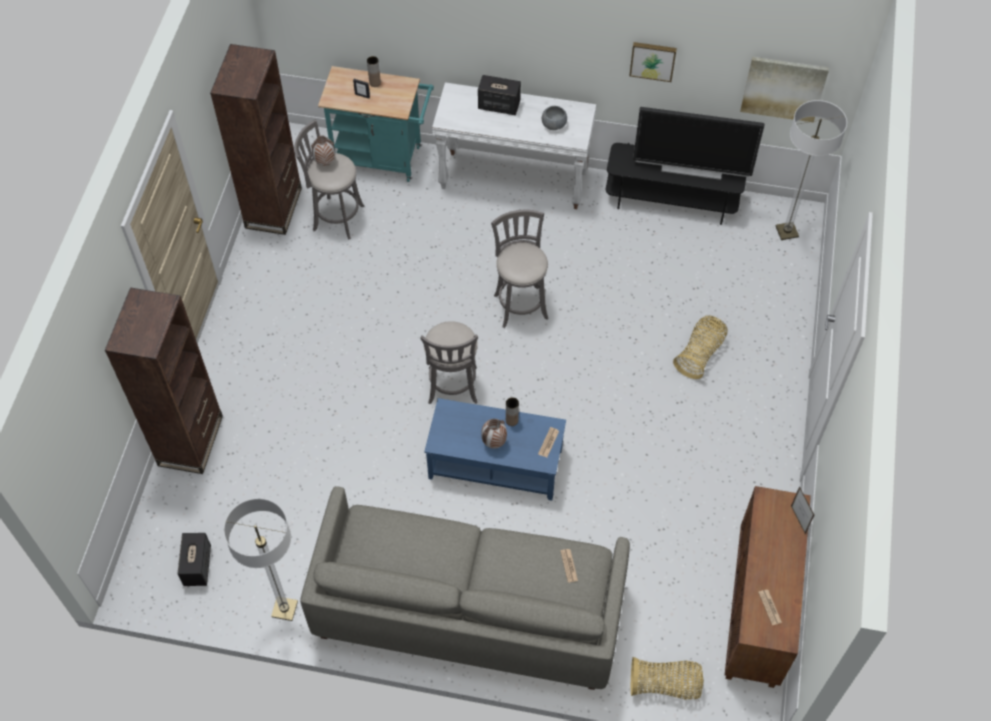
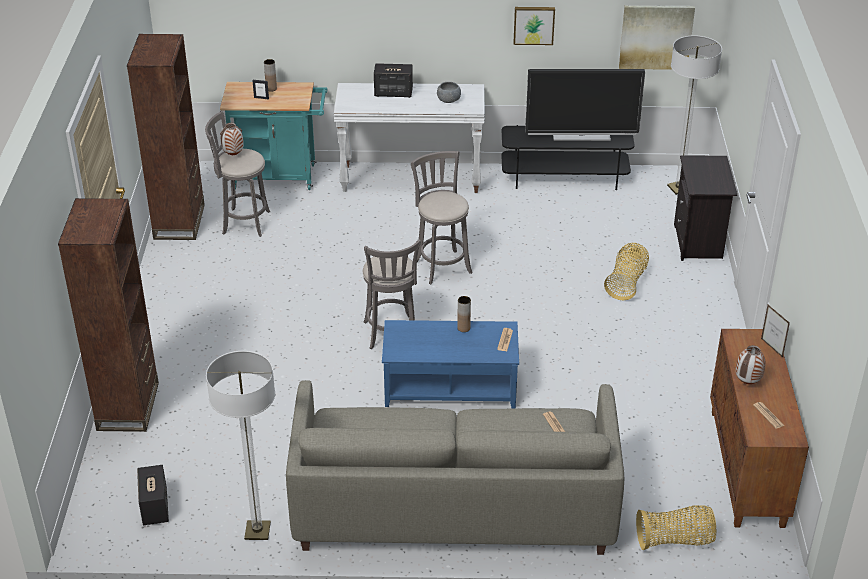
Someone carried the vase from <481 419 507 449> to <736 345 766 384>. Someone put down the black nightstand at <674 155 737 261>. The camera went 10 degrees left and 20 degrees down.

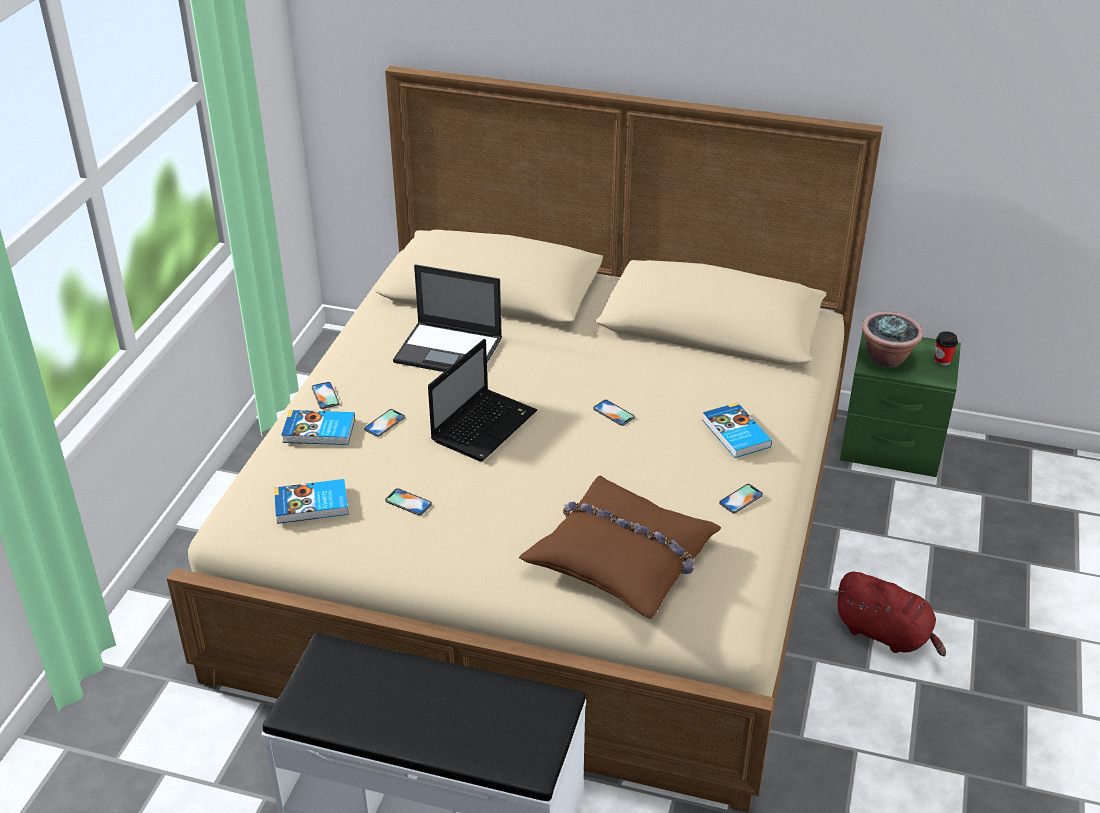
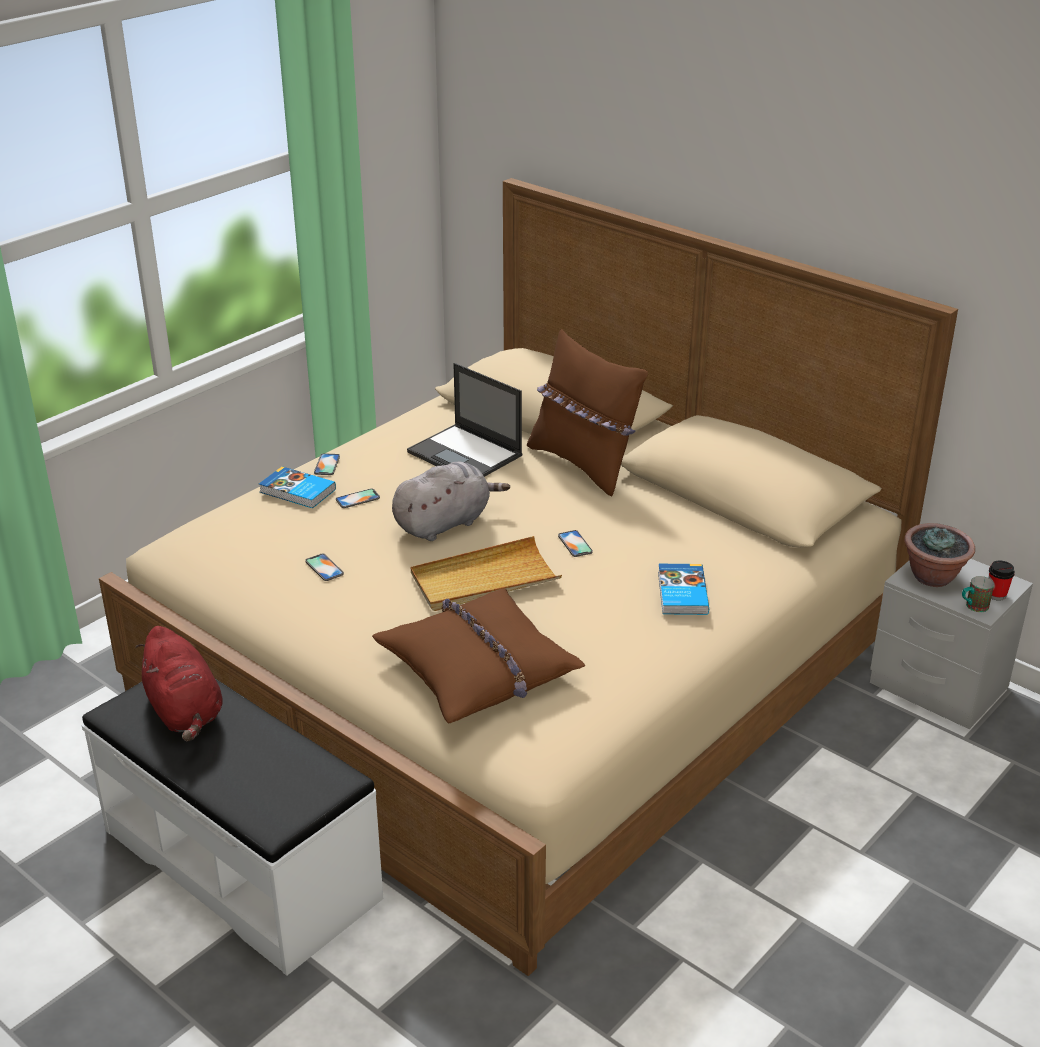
Someone repainted the green nightstand at <840 330 961 477>, which became the grey nightstand at <870 559 1033 729>. Someone swapped the laptop at <428 339 537 461> for the grey plush toy at <392 462 510 541>. Someone took away the book at <274 479 349 524>. Someone took away the phone at <719 484 763 513>. Someone carried the red plush toy from <835 572 946 657> to <135 626 223 742>. Someone put down the brown pillow at <527 329 648 496>. Someone put down the beige tray at <411 536 562 611>. Someone put down the mug at <962 576 994 612>. The camera went 25 degrees right and 5 degrees down.

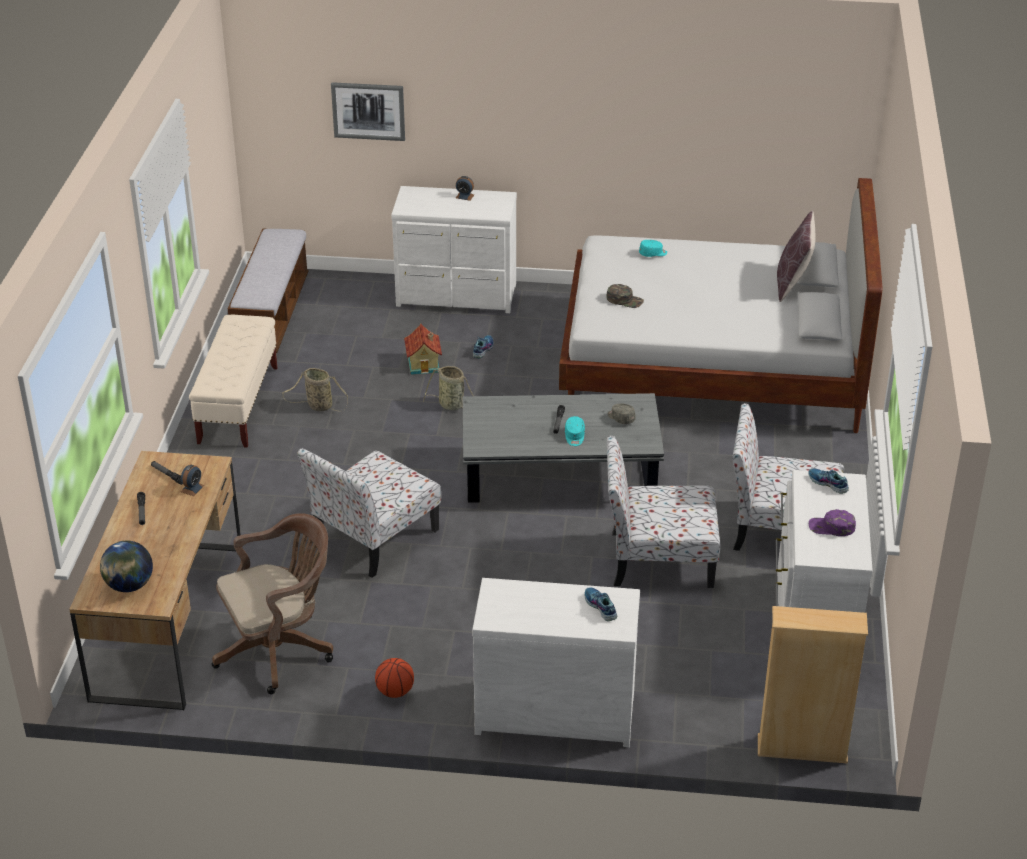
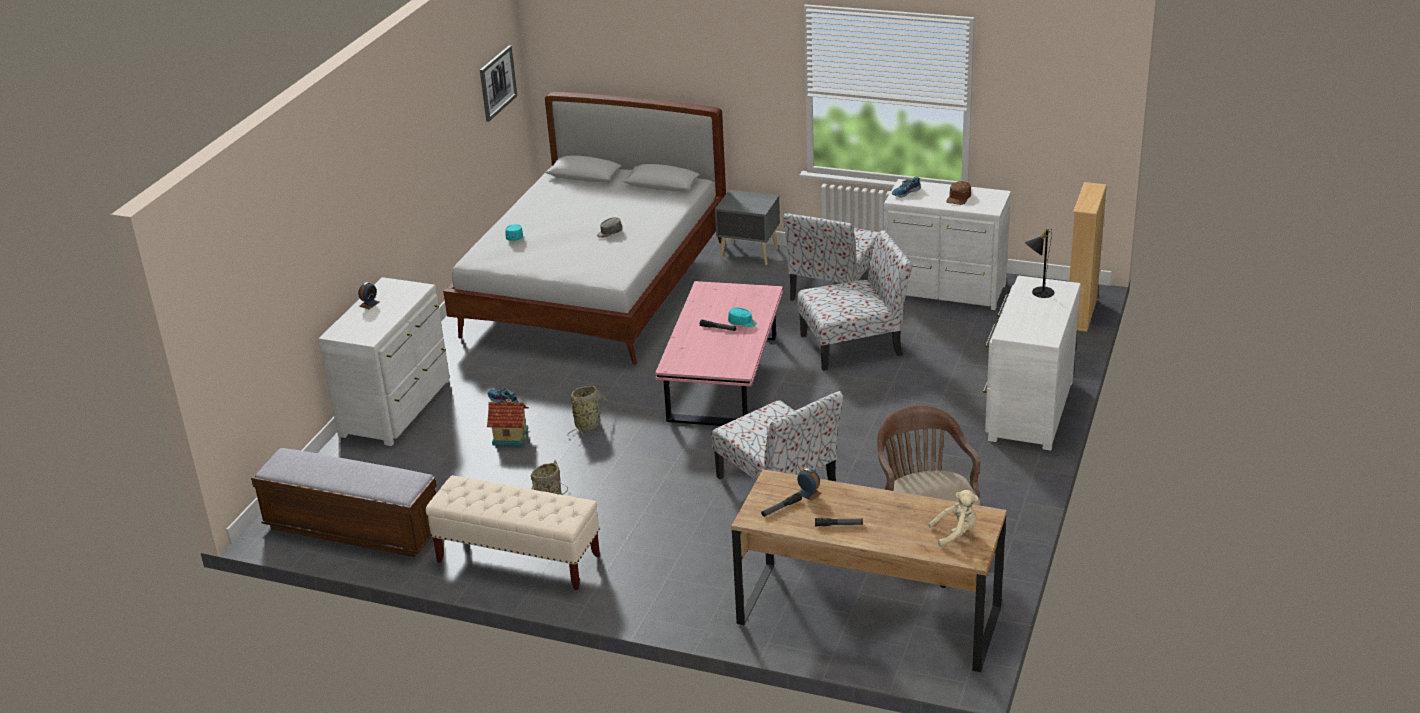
Someone carried the picture from <331 82 405 141> to <480 45 517 122>. Someone took away the brown pillow at <777 211 816 302>. Someone took away the green cap at <606 284 644 308>. Someone repainted the grey coffee table at <463 393 664 503>, which became the pink coffee table at <655 281 783 426>. Someone carried the grey cap from <608 403 636 424> to <597 217 622 238>. Someone rotated the chair at <606 436 720 588> by 120 degrees counterclockwise. Someone repainted the purple cap at <809 509 856 536>, which became the brown cap at <946 181 971 205>. Someone swapped the globe at <100 541 153 592> for the beige plush toy at <928 490 978 547>. Someone swapped the shoe at <584 587 617 621> for the black table lamp at <1025 228 1054 298>. Someone took away the basketball at <375 658 414 698>. Someone put down the grey nightstand at <715 190 780 265>. The camera went 75 degrees left and 5 degrees down.

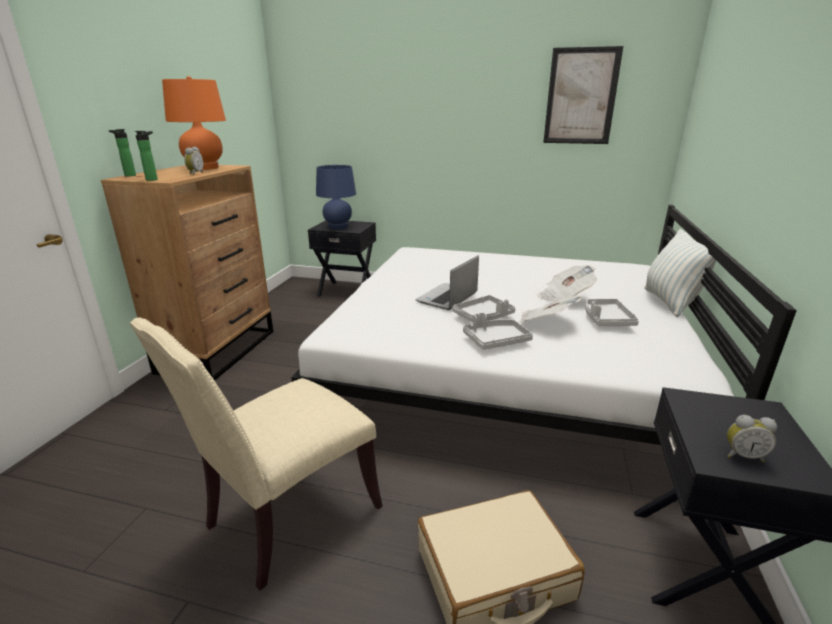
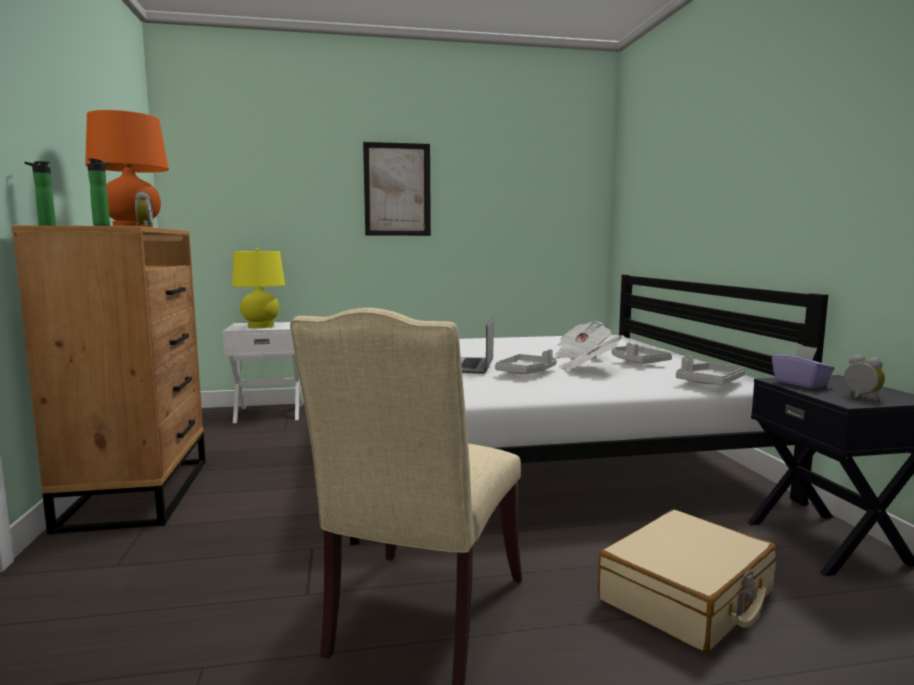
Someone carried the picture from <543 46 623 144> to <363 142 431 236>. Someone repainted the blue table lamp at <316 164 356 229>, which became the yellow table lamp at <232 248 285 328>. Someone repainted the black nightstand at <308 220 376 297>, which became the white nightstand at <223 322 303 423>. Someone took away the pillow at <644 229 716 317>. Someone carried the grey tray from <463 312 533 350> to <676 356 745 385>. Someone rotated the alarm clock at <727 415 777 462> by 105 degrees counterclockwise. Someone put down the purple tissue box at <772 345 835 388>. The camera went 25 degrees left and 15 degrees down.

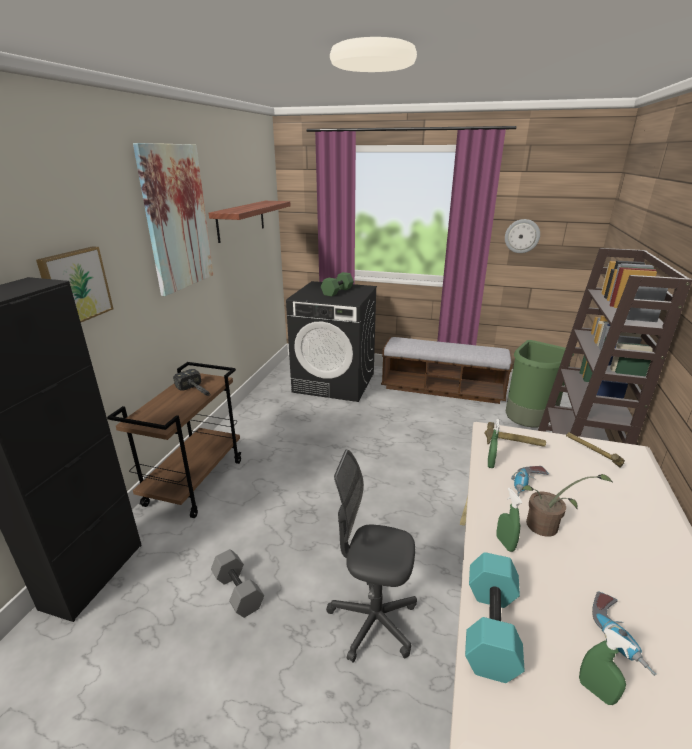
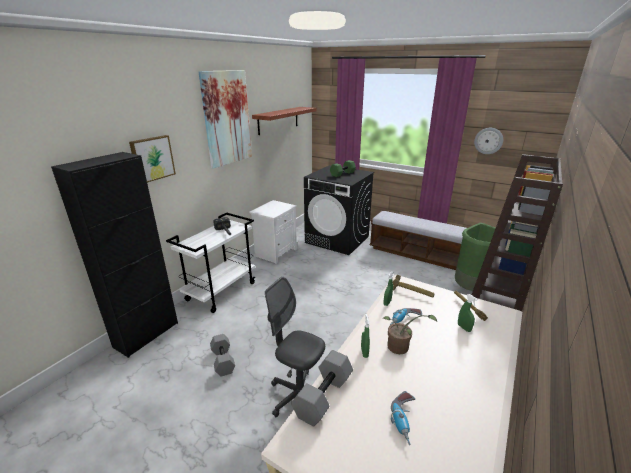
Someone repainted the brown cart at <107 362 242 518>, which became the white cart at <166 213 255 313>. Someone repainted the turquoise dumbbell at <465 552 525 683>, which became the grey dumbbell at <291 350 353 426>. Someone carried the green spray bottle from <579 628 637 705> to <458 294 478 332>. Someone put down the white nightstand at <249 200 297 264>. The camera went 15 degrees right and 0 degrees up.

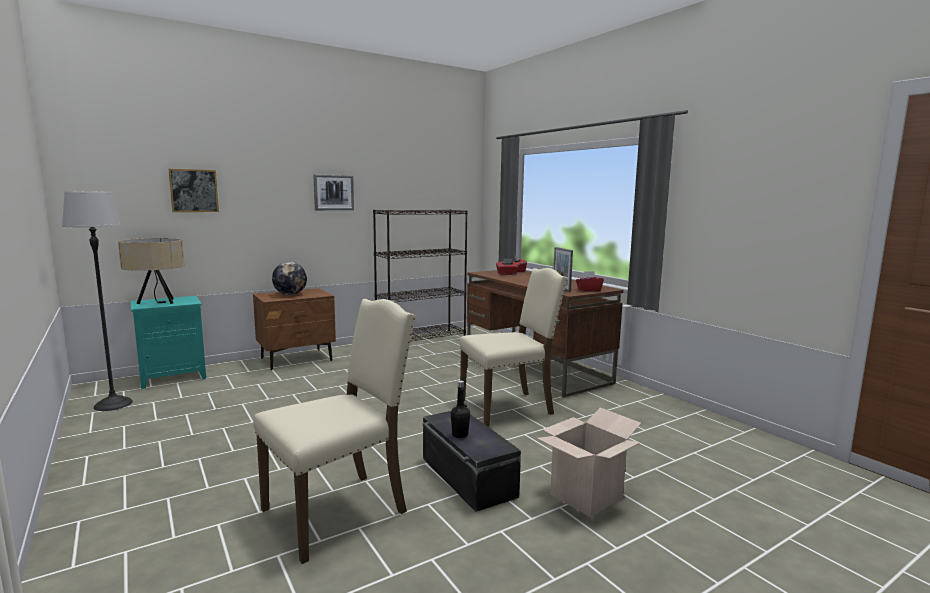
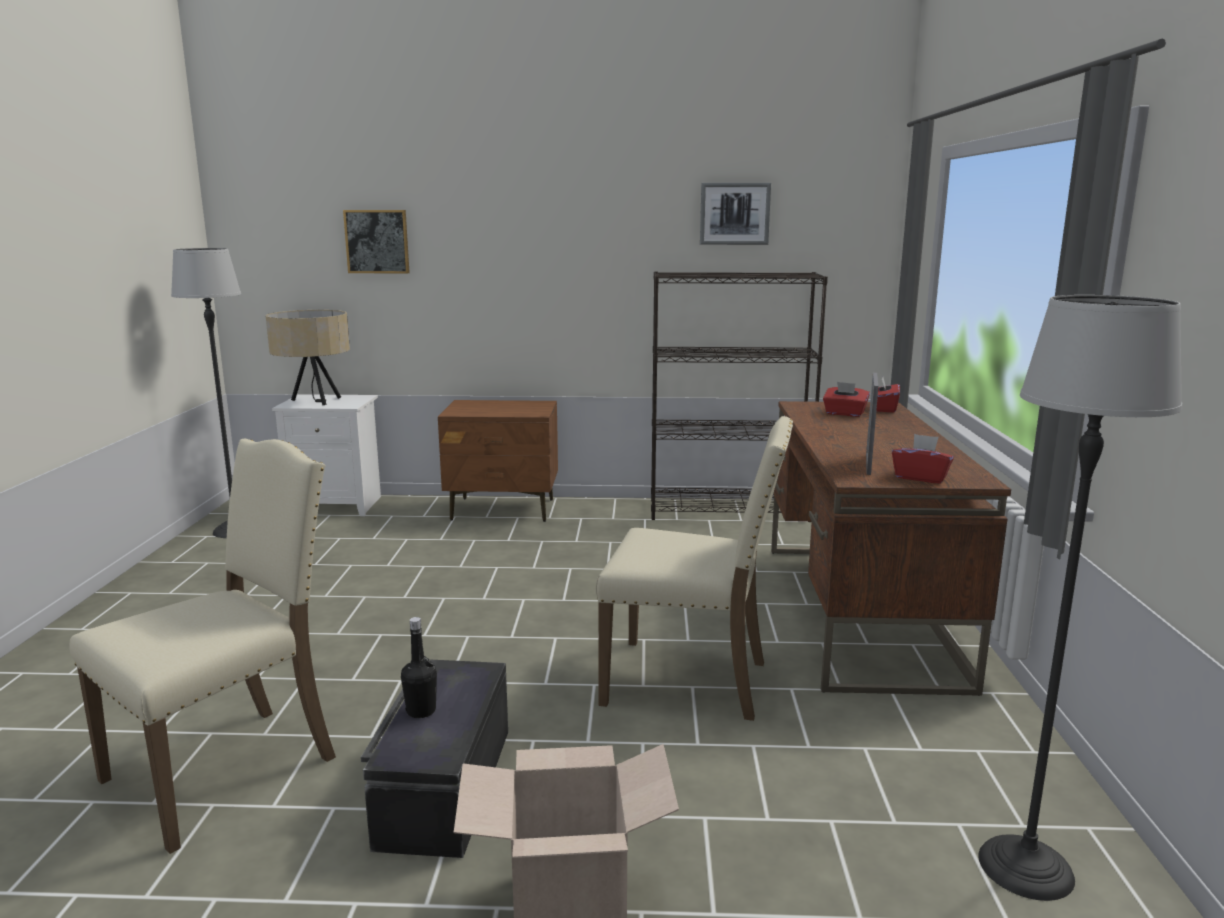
Someone carried the picture from <313 175 354 210> to <700 183 771 245>. Someone took away the globe at <272 262 307 295>. Someone repainted the turquoise nightstand at <130 296 206 389>, which became the white nightstand at <272 394 381 516>. Someone rotated the beige chair at <253 299 416 564> by 45 degrees counterclockwise. Someone put down the floor lamp at <978 295 1182 901>. The camera went 35 degrees right and 5 degrees up.

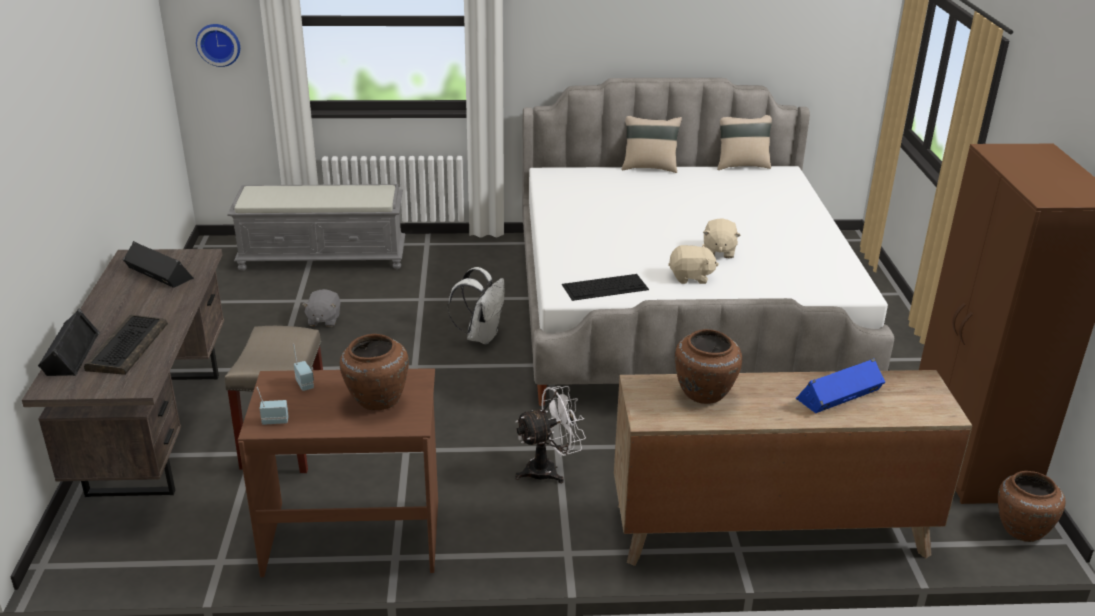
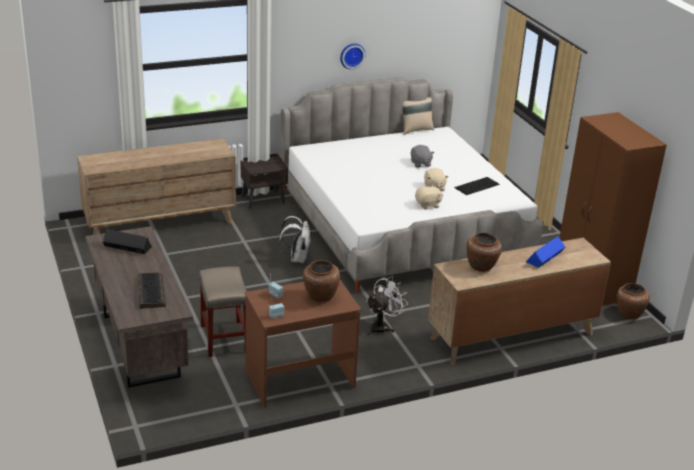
Someone carried the wall clock from <196 24 240 67> to <340 43 366 69>. Someone took away the beige pillow at <621 116 682 173>. Someone swapped the grey bench at <227 184 405 271> for the brown dresser at <77 138 236 235>. Someone carried the keyboard from <562 274 649 301> to <454 177 500 195>. Someone carried the grey plush toy from <302 289 340 327> to <411 145 434 168>. Someone took away the black speaker at <38 309 100 376>. Someone put down the brown nightstand at <241 153 288 209>. The camera went 20 degrees left and 0 degrees up.

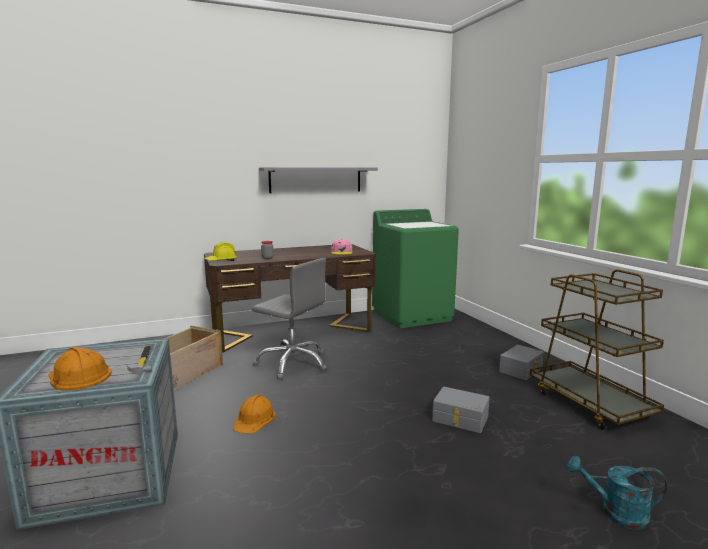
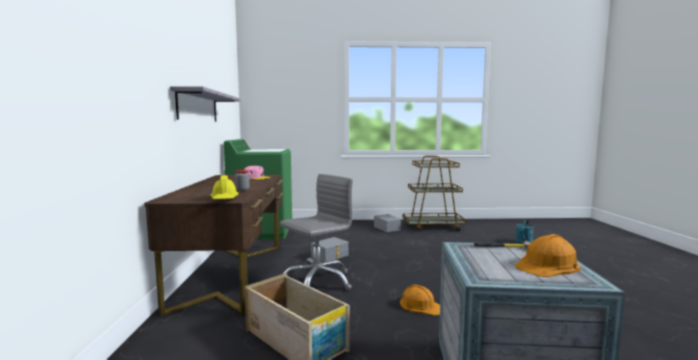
Someone carried the grey storage box from <432 387 490 433> to <311 237 349 262>. The camera went 70 degrees left and 5 degrees down.

